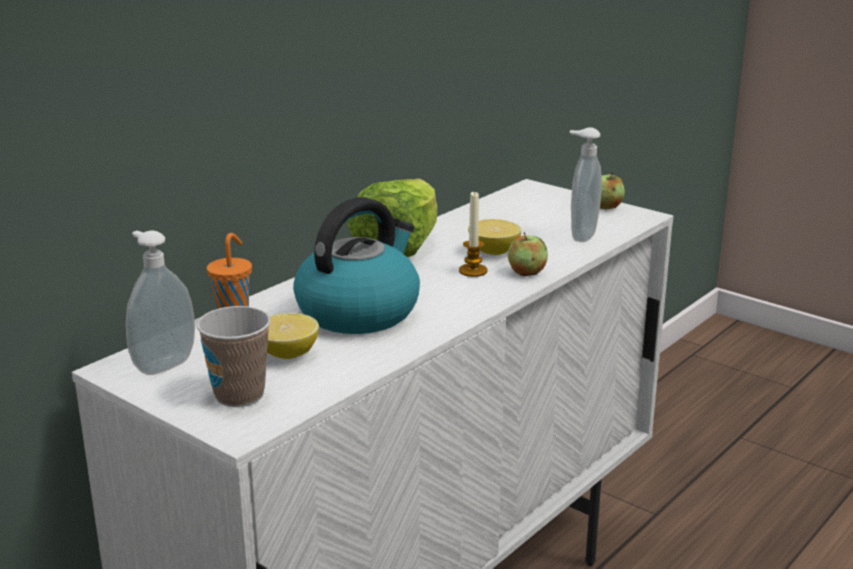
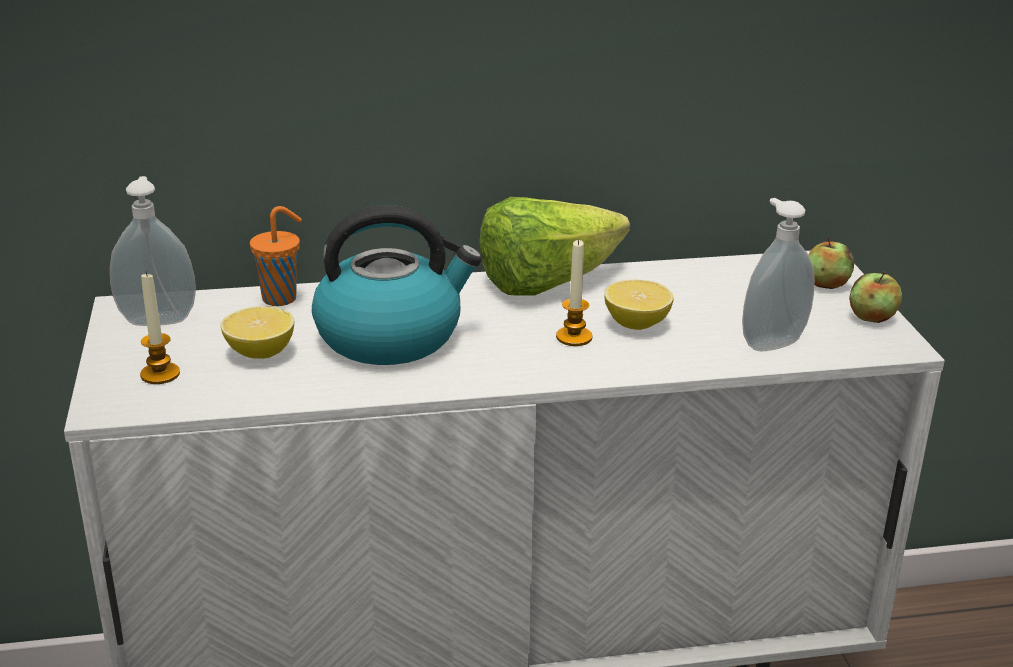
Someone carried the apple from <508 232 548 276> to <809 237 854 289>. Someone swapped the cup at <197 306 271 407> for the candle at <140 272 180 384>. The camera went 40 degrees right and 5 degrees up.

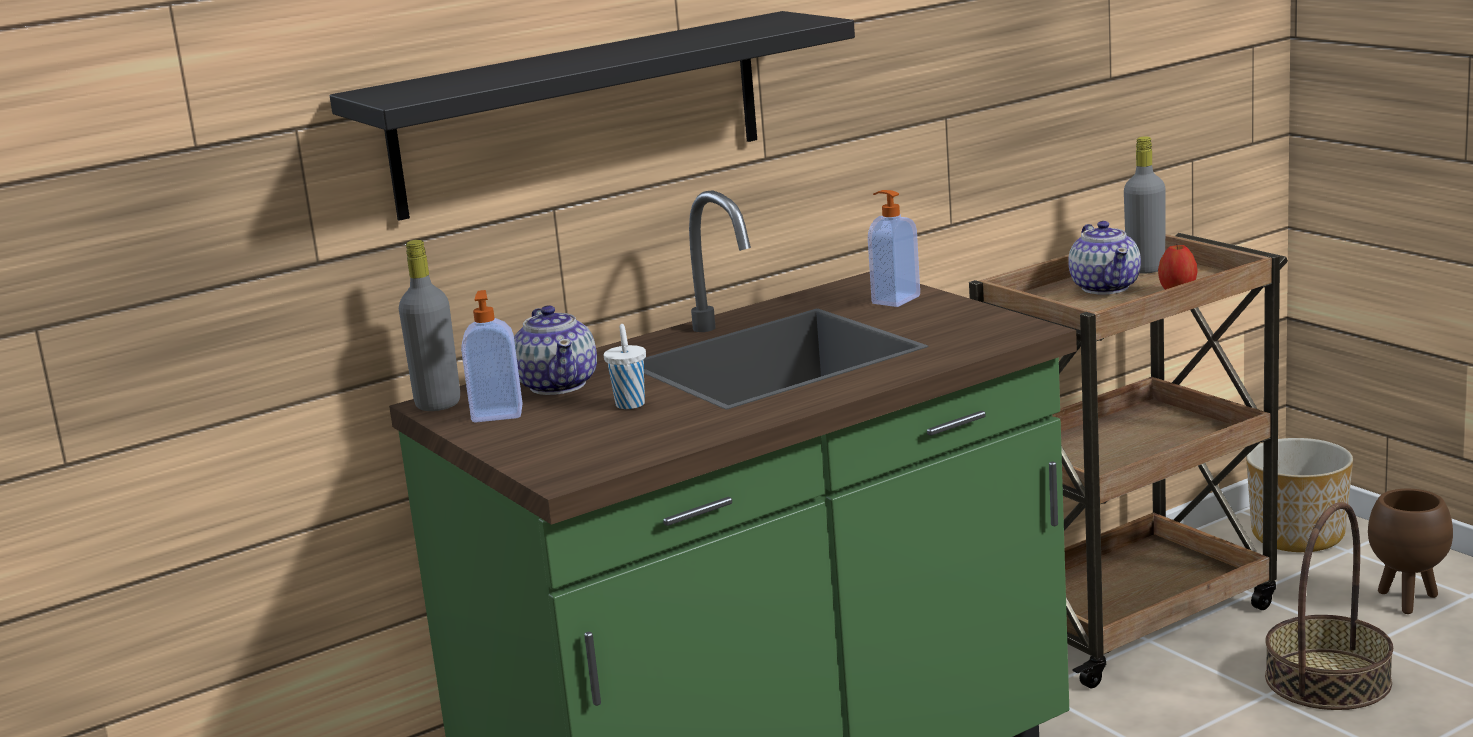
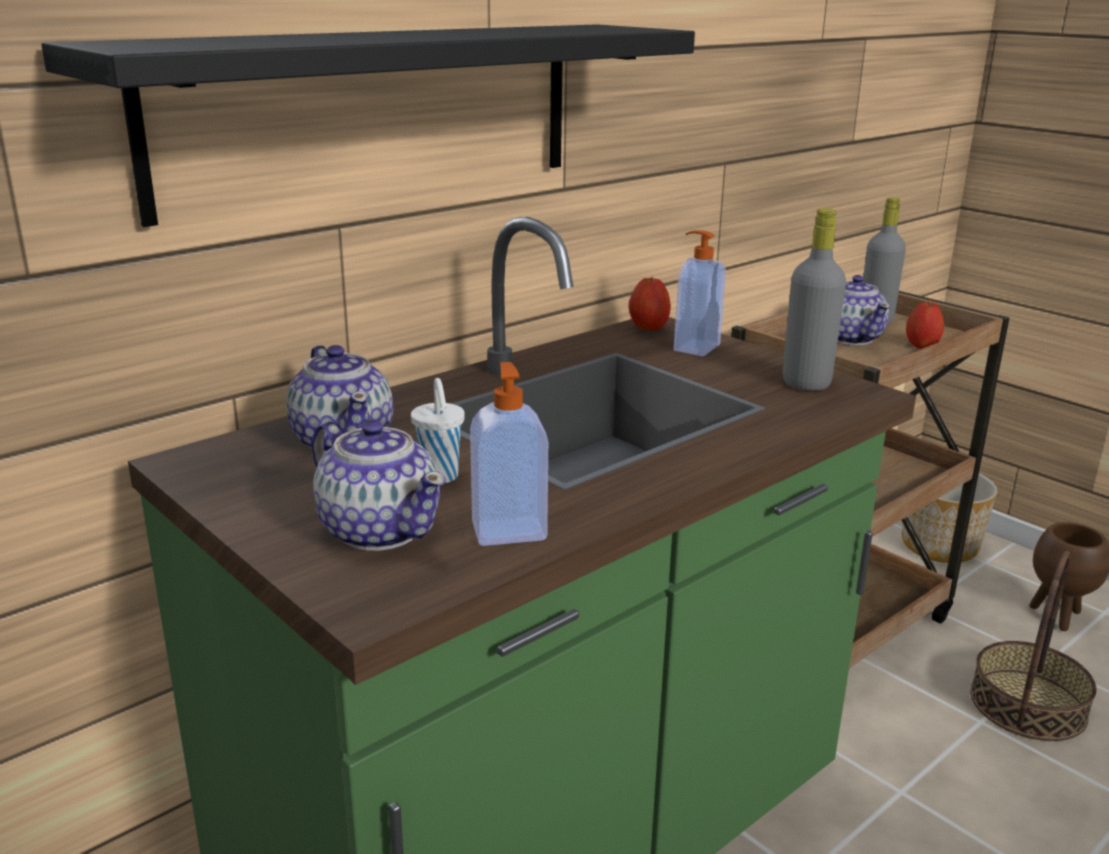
Someone carried the grey bottle from <399 240 460 411> to <783 208 846 391>. Someone carried the soap dispenser from <461 290 523 423> to <470 362 548 546>. Someone put down the apple at <629 278 671 330>. Someone put down the teapot at <312 420 446 551>. The camera went 10 degrees left and 5 degrees up.

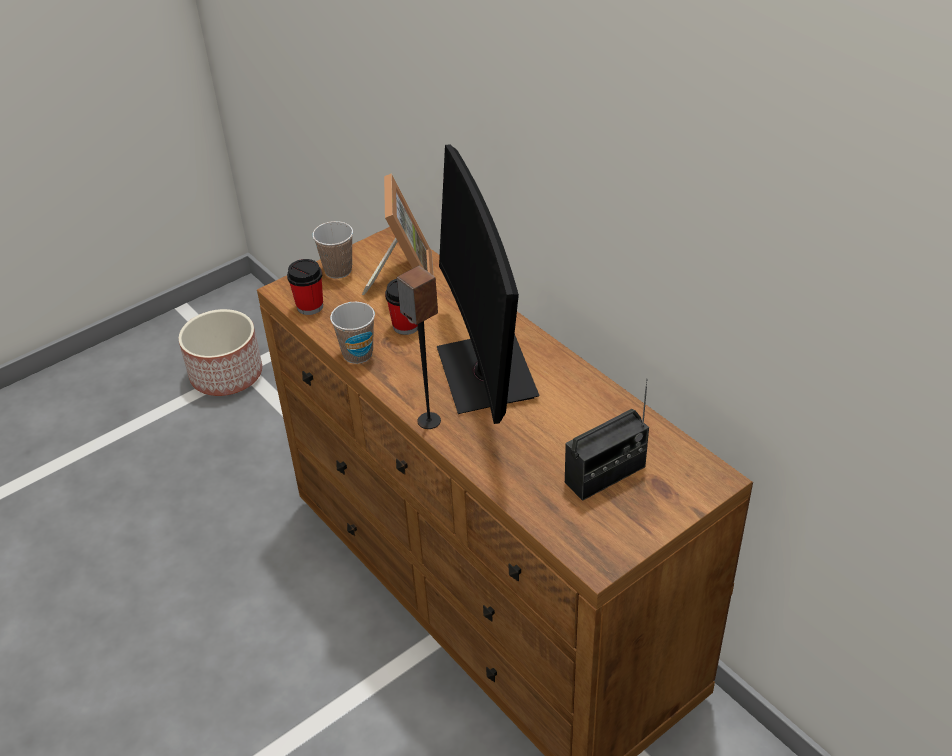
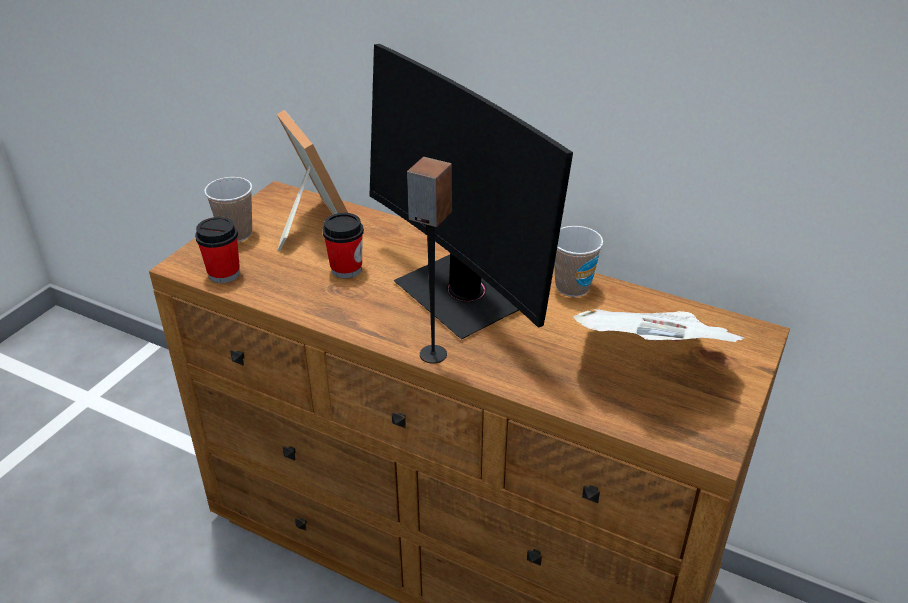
Someone carried the cup from <330 302 375 364> to <554 226 603 297>. Someone took away the planter at <178 309 262 396>. Someone swapped the radio at <565 378 649 501> for the newspaper at <573 309 747 342>. The camera went 25 degrees left and 5 degrees down.

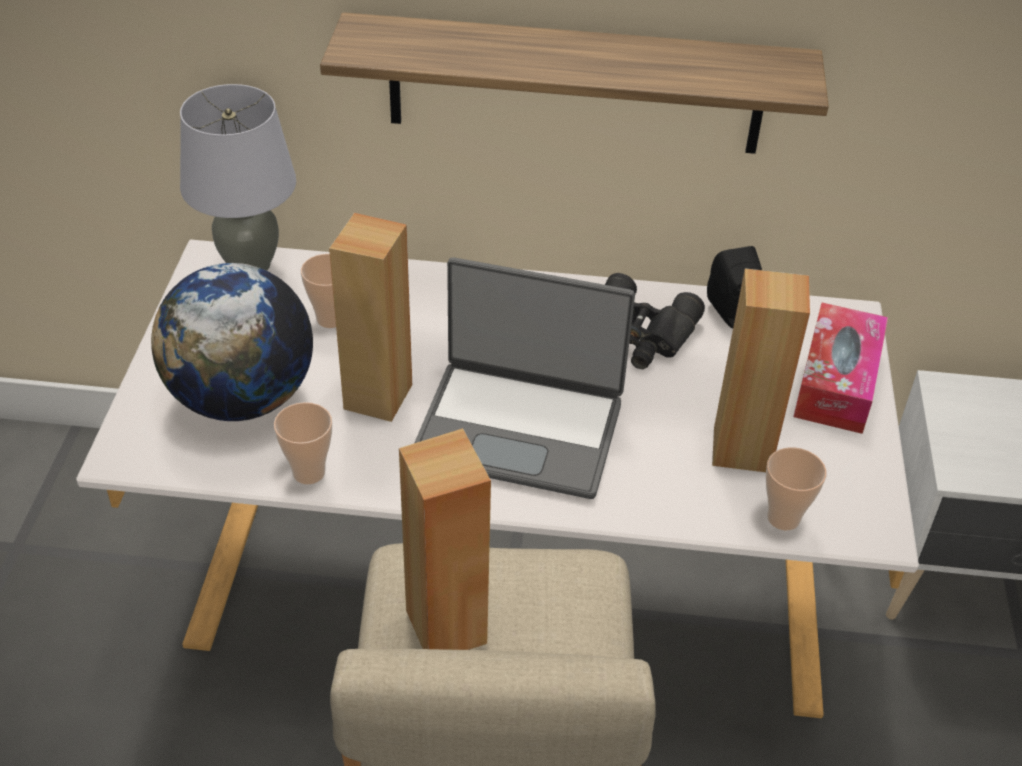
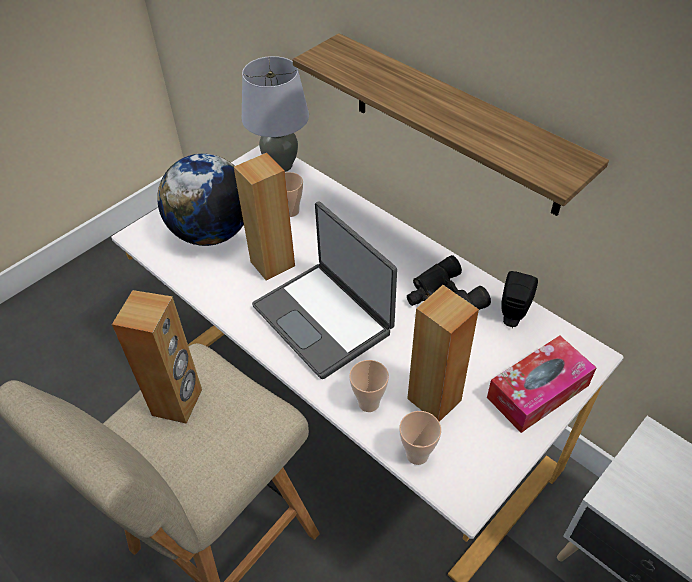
Someone carried the cup from <274 402 332 484> to <349 360 389 412>. The camera went 40 degrees right and 5 degrees up.

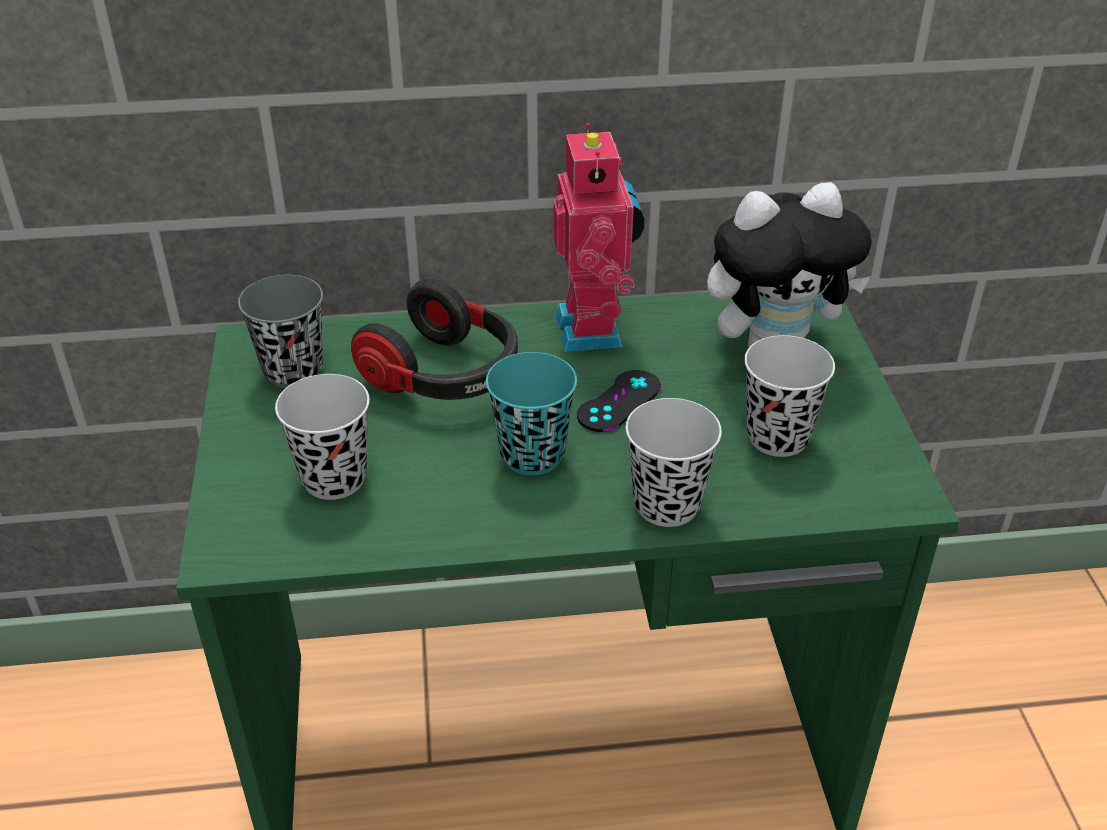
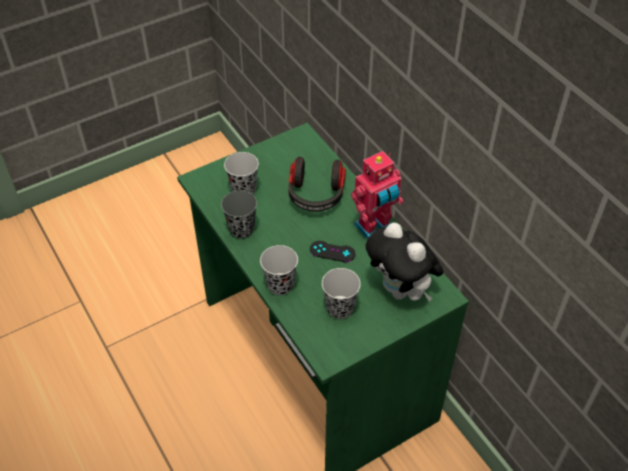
Someone carried the grey cup from <238 275 323 388> to <221 190 257 239>. Someone took away the turquoise cup at <486 352 577 475>. The camera went 65 degrees right and 10 degrees up.

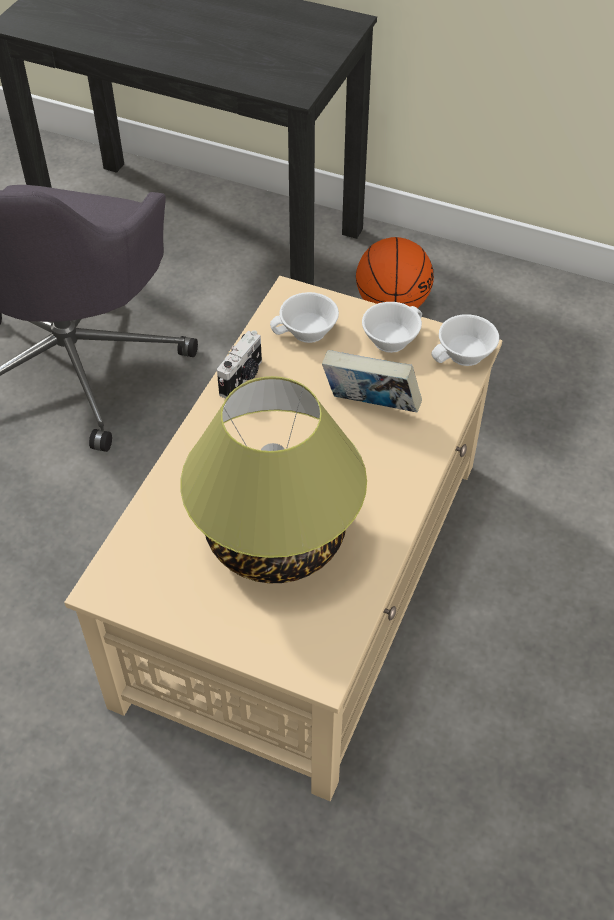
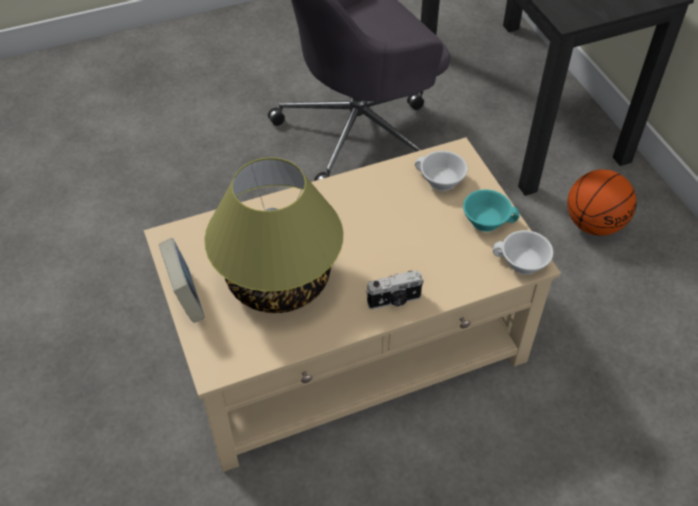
Someone repainted the white cup at <362 302 422 353>, which became the turquoise cup at <463 190 519 232>. Someone carried the photo camera from <217 330 262 399> to <366 270 424 309>. Someone carried the book from <322 350 422 413> to <159 238 205 323>. The camera went 45 degrees right and 0 degrees up.

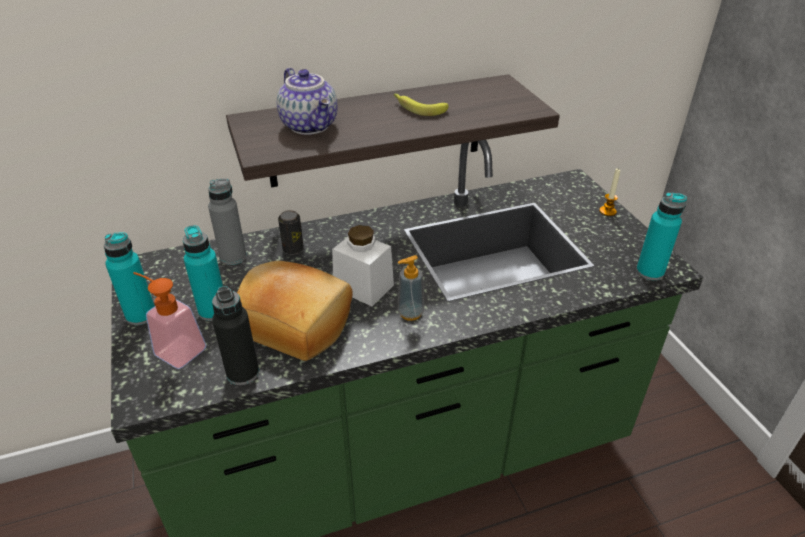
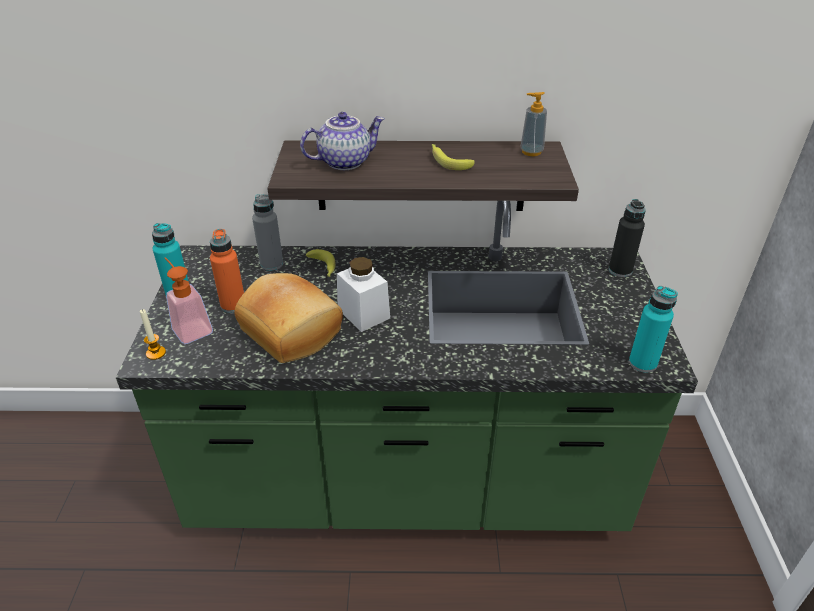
Someone rotated the teapot at <277 68 338 135> by 105 degrees counterclockwise. Someone carried the candle from <599 168 620 216> to <140 309 166 360>. Someone swapped the can at <278 210 304 255> for the banana at <306 249 336 277>. Someone repainted the turquoise bottle at <183 225 223 321>, which became the orange bottle at <210 229 244 313>. Someone carried the soap dispenser from <397 255 424 321> to <520 92 547 156>. Someone carried the black bottle from <212 286 259 385> to <609 199 646 277>. The camera went 20 degrees right and 0 degrees up.

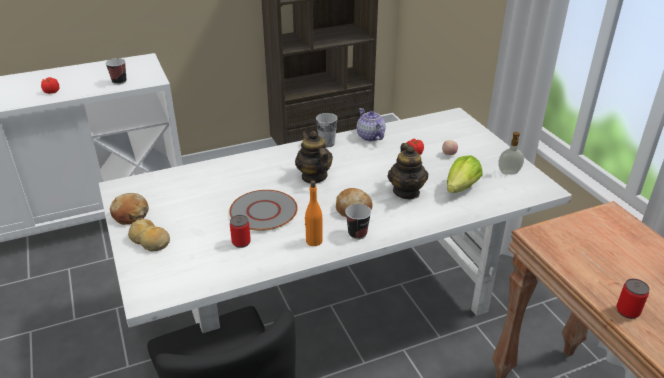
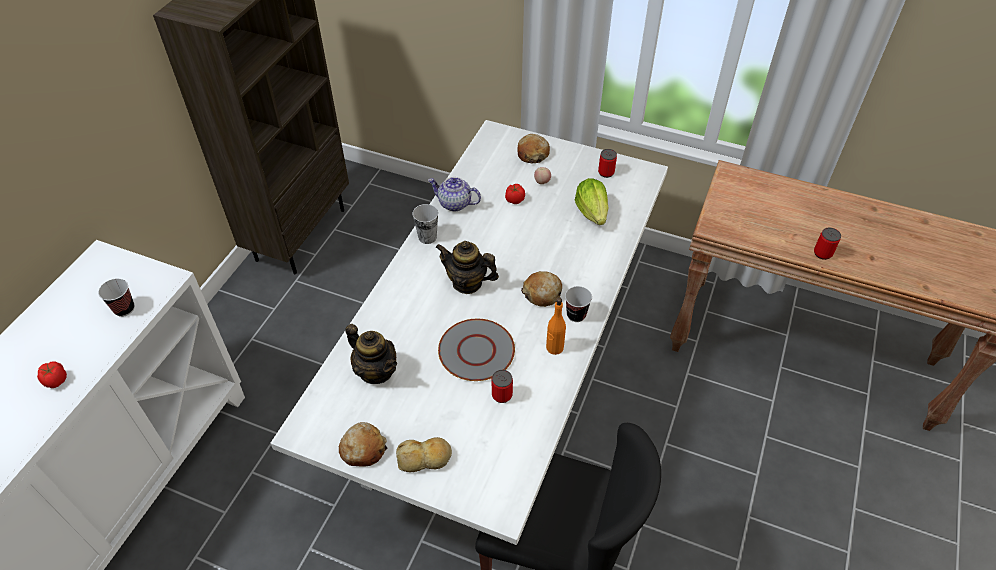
Someone swapped the soap dispenser at <498 132 524 175> for the can at <598 149 617 178>. Someone carried the teapot from <387 143 428 200> to <346 324 397 384>. Someone put down the bread at <517 134 550 163>. The camera went 45 degrees left and 15 degrees up.

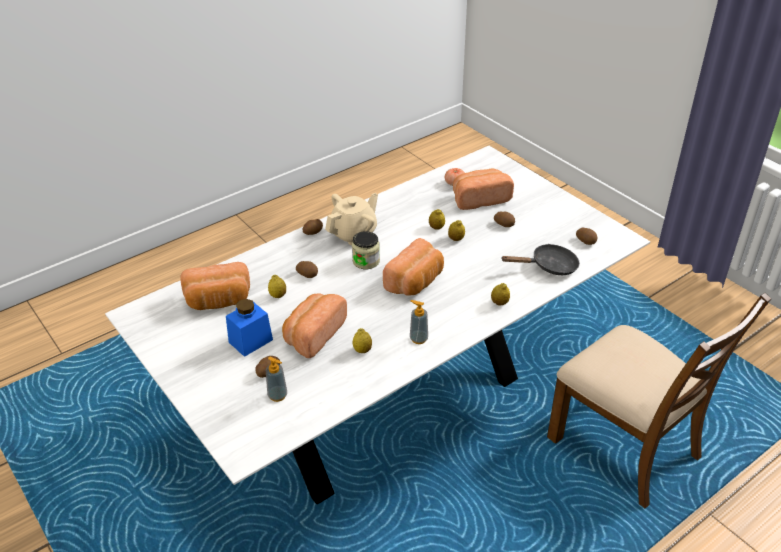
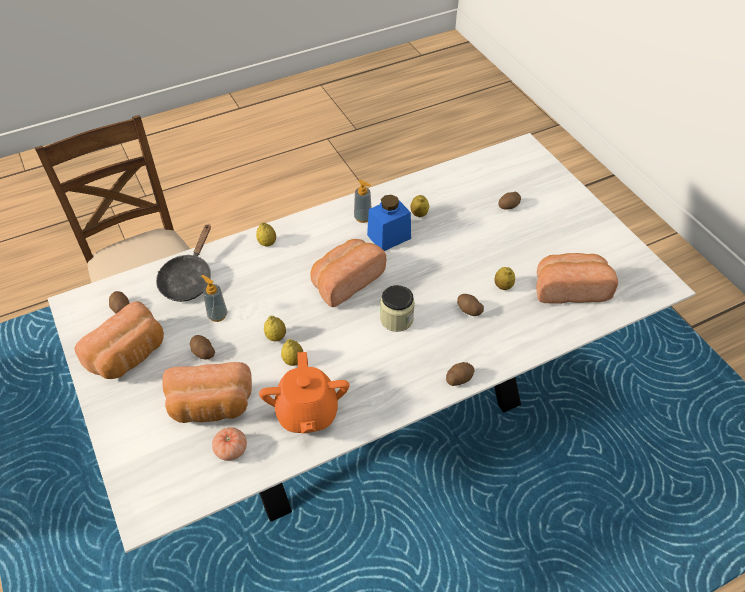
Someone took away the beige teapot at <325 193 378 245>. Someone rotated the black frying pan at <501 244 580 276> by 75 degrees counterclockwise. Someone carried the bread from <282 293 347 358> to <74 301 164 379>. Someone carried the blue jar from <226 299 273 357> to <367 195 411 251>. Someone carried the soap dispenser from <266 357 287 402> to <202 275 228 322>. Someone put down the orange teapot at <259 352 350 434>. The camera went 170 degrees left and 10 degrees up.

